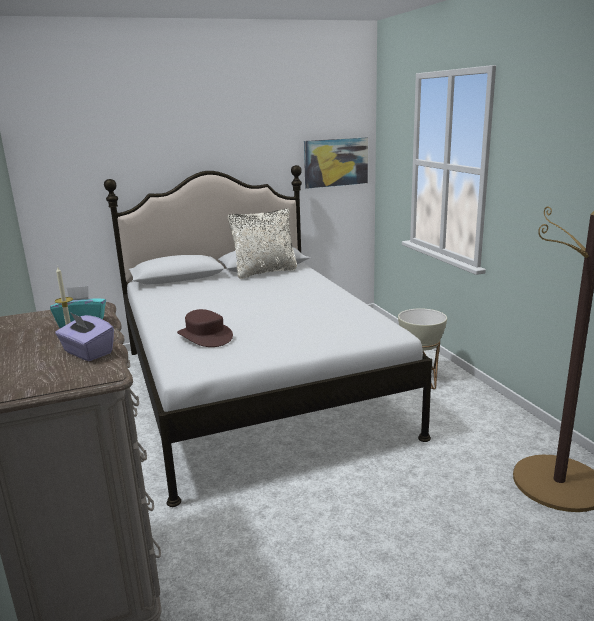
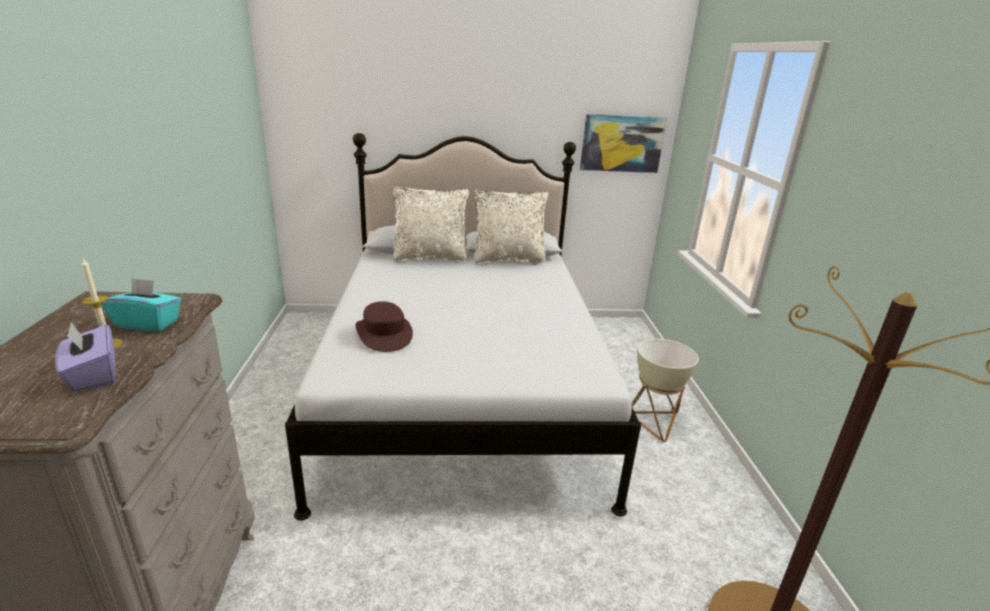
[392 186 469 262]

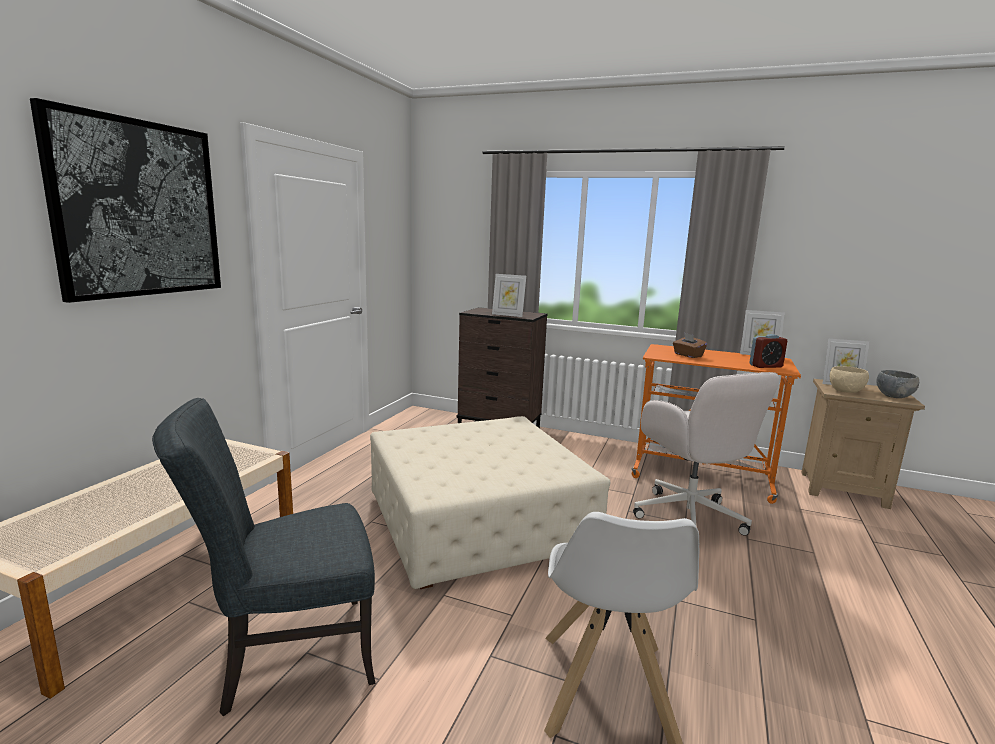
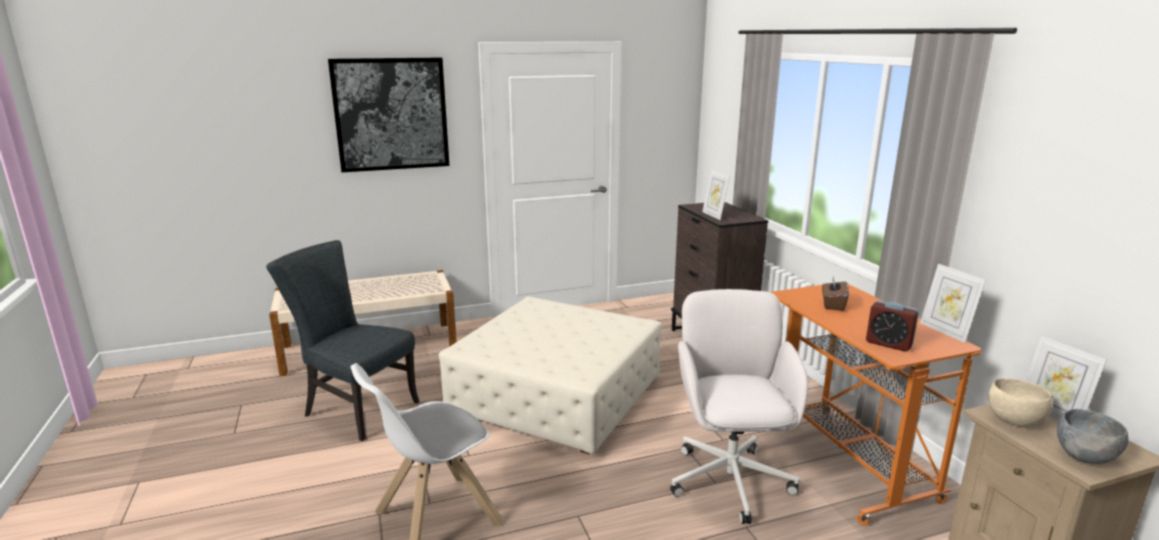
[670 289 809 524]

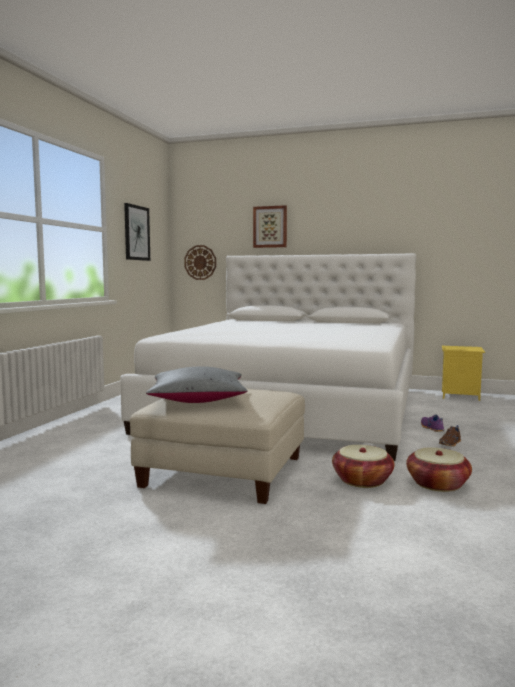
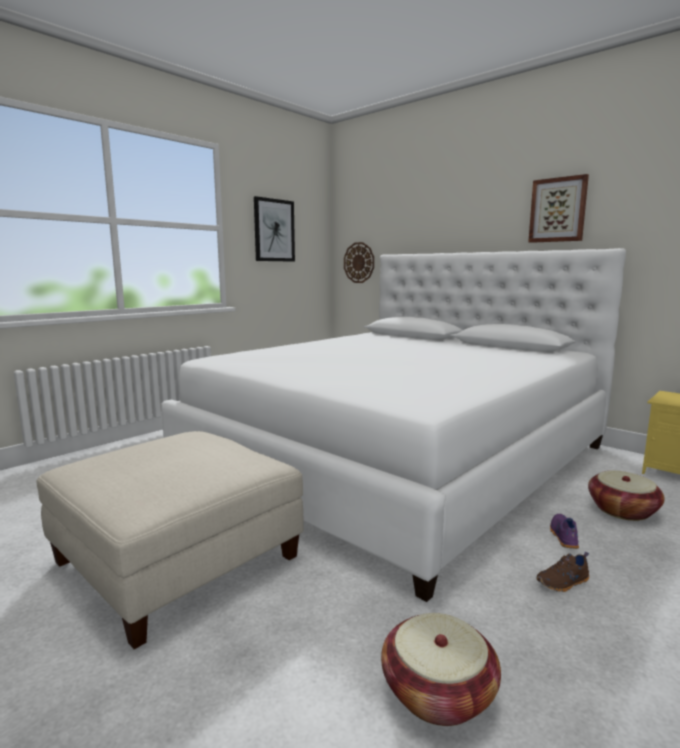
[146 366 248 403] (first image)
[528 174 589 243]
[588 470 665 521]

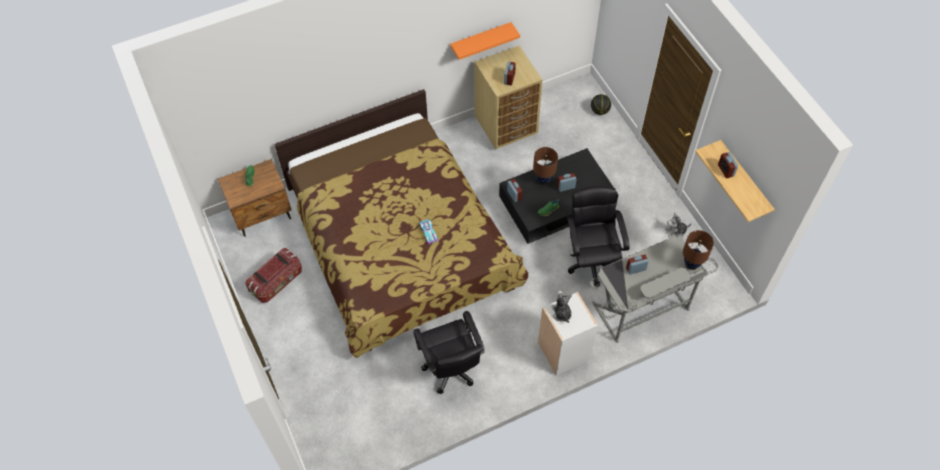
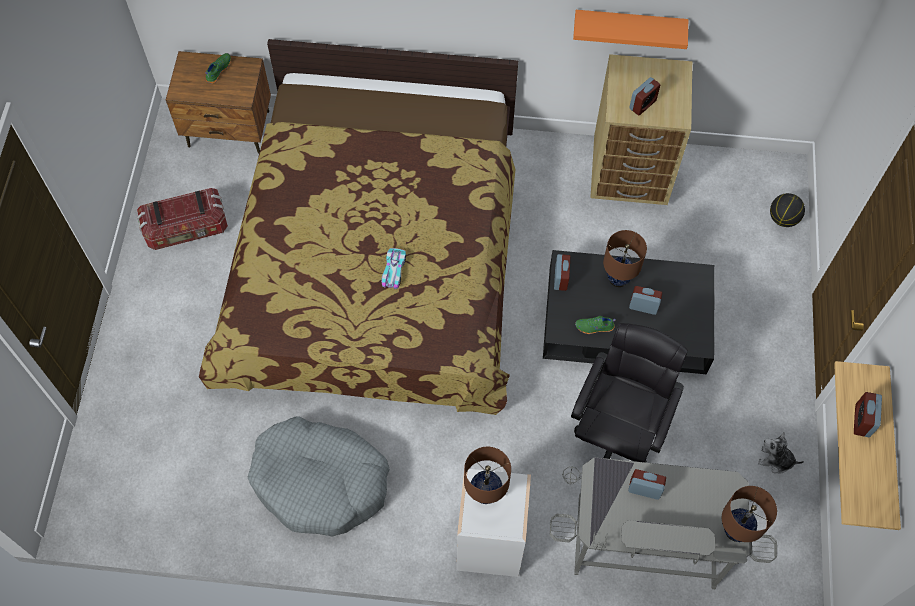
[248 416 390 537]
[464 447 511 504]

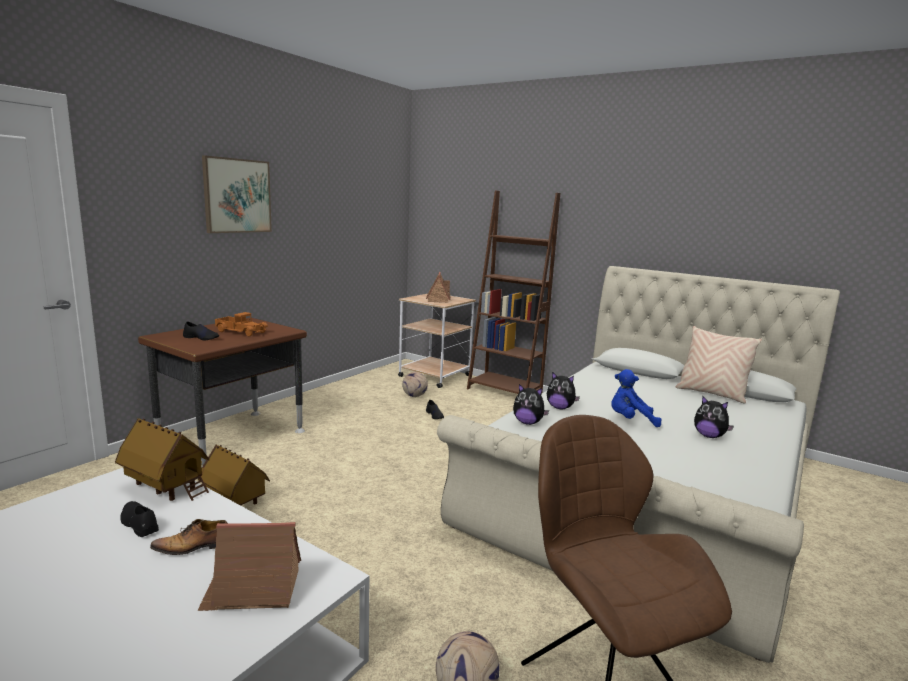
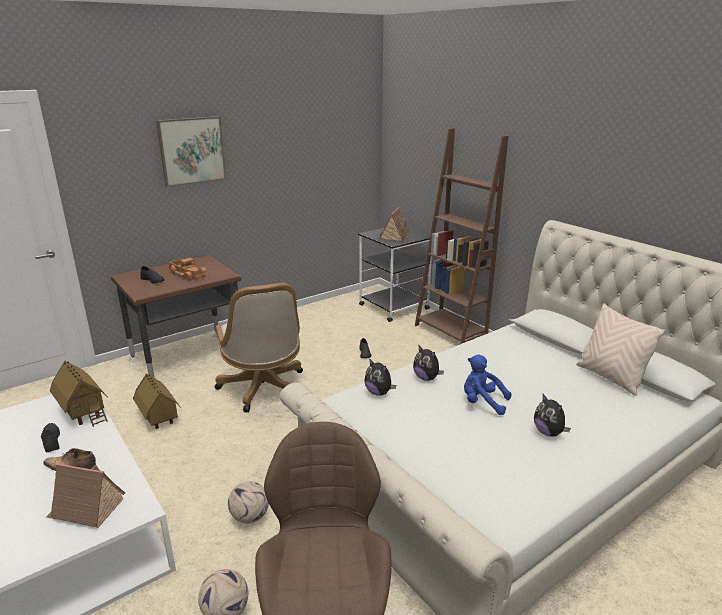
[215 283 303 413]
[228 481 269 524]
[358 228 432 322]

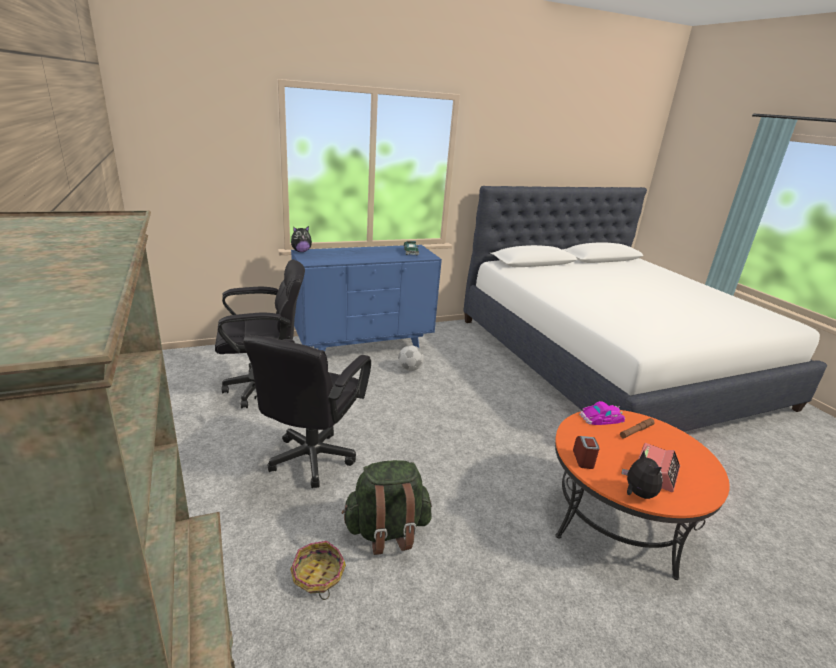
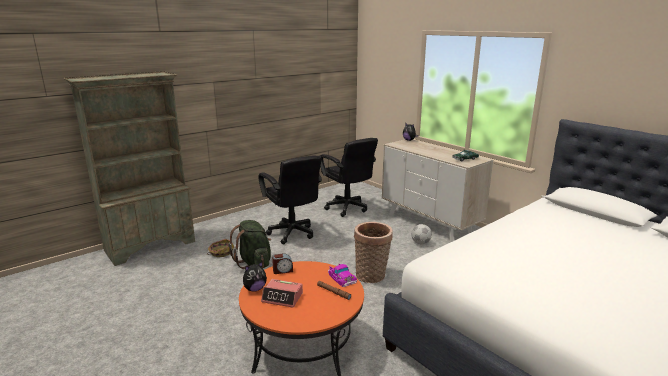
[354 222 393 283]
[382 139 493 242]
[258 155 322 244]

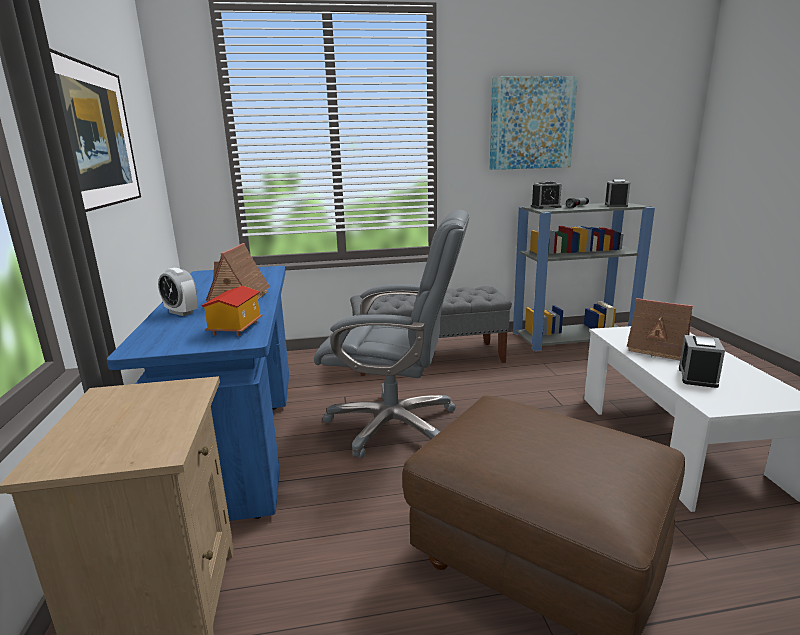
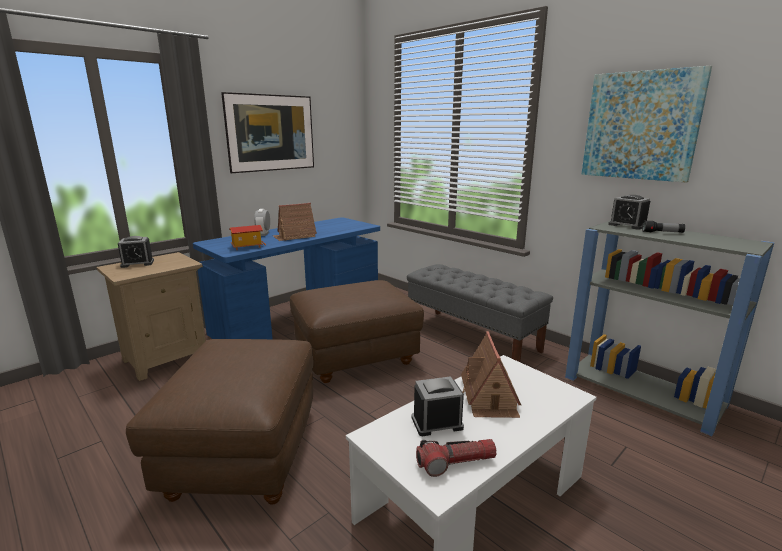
[416 439 497 477]
[118 236 154 268]
[290 280 424 383]

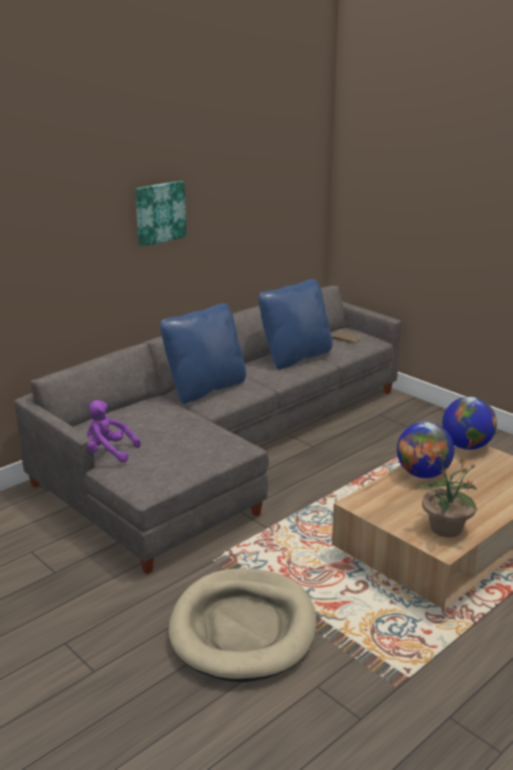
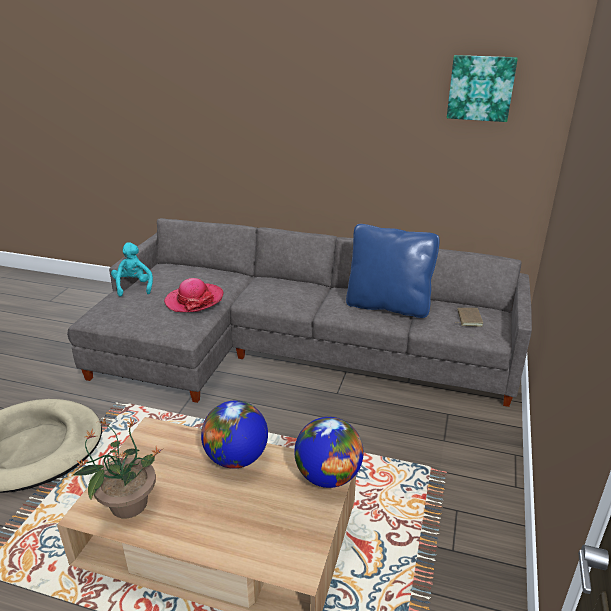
[160 303 246 404] (first image)
[164 278 223 312]
[447 55 518 122]
[111 242 153 297]

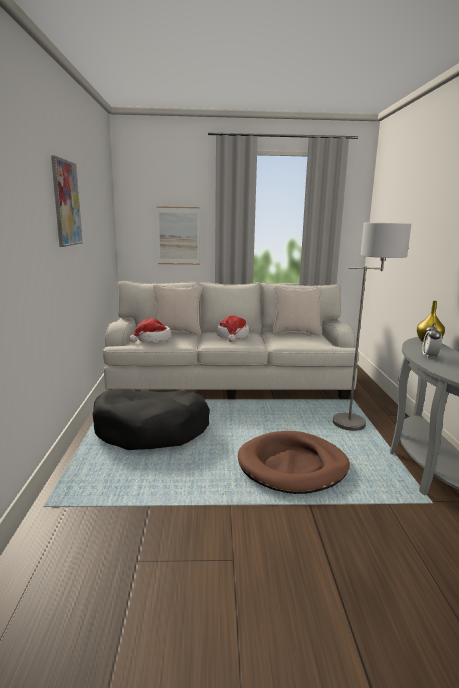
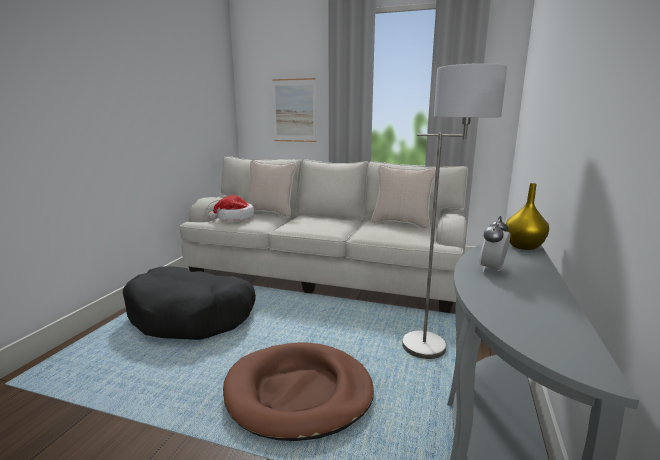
[51 156 83 247] (first image)
[217 316 249 342] (first image)

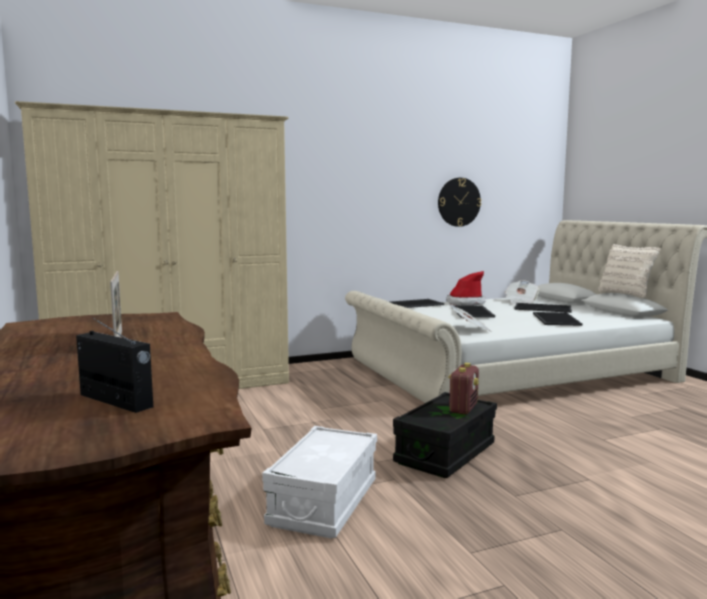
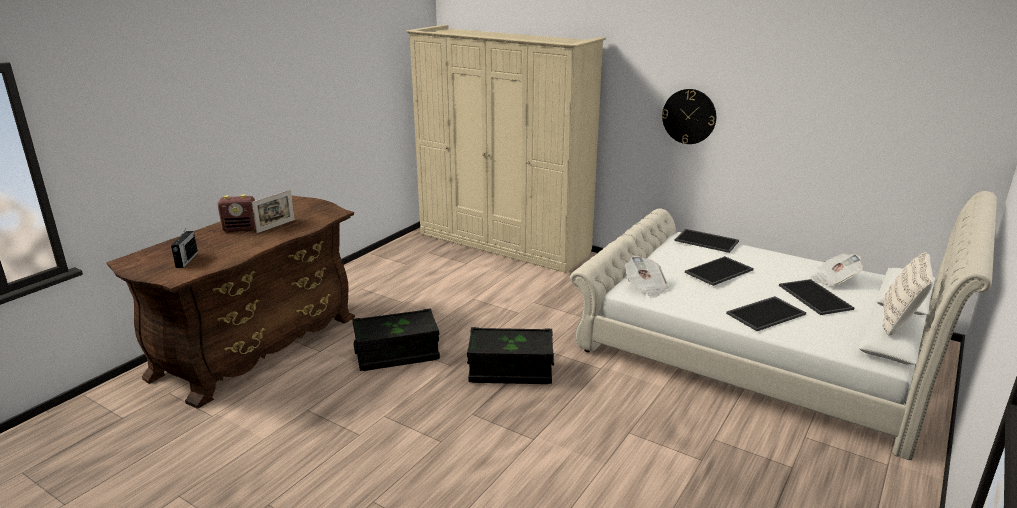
[446 271 486 306] (first image)
[662 89 716 144]
[217 194 256 232]
[352 308 440 371]

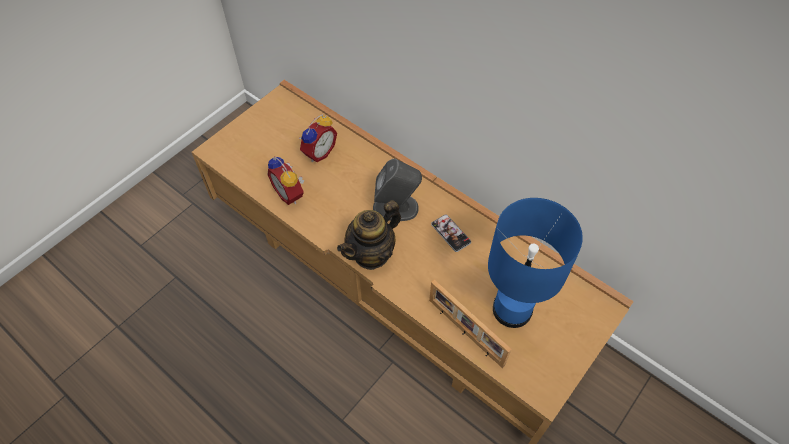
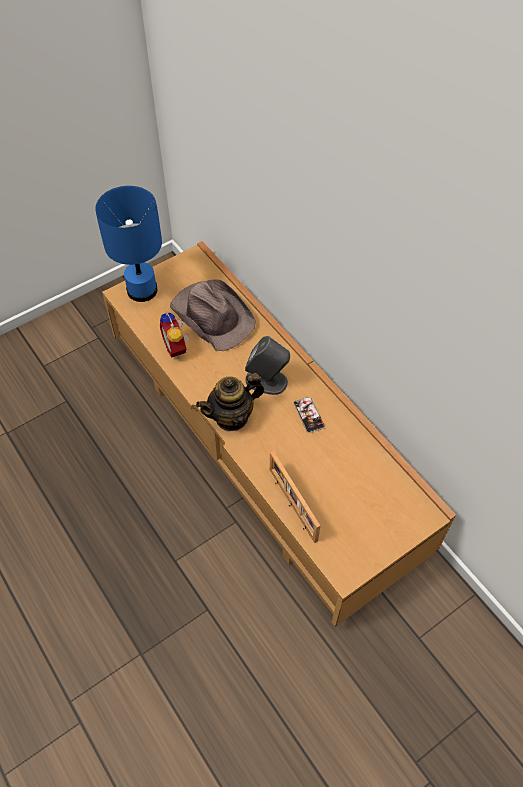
[95 186 162 302]
[170 279 256 351]

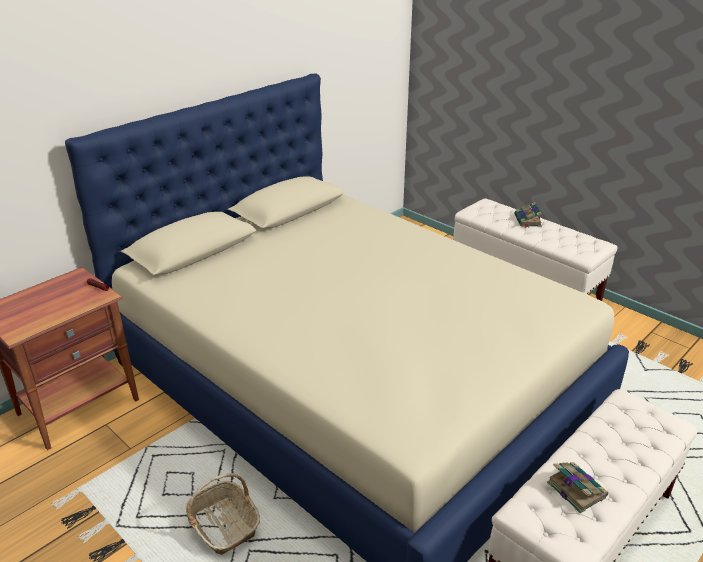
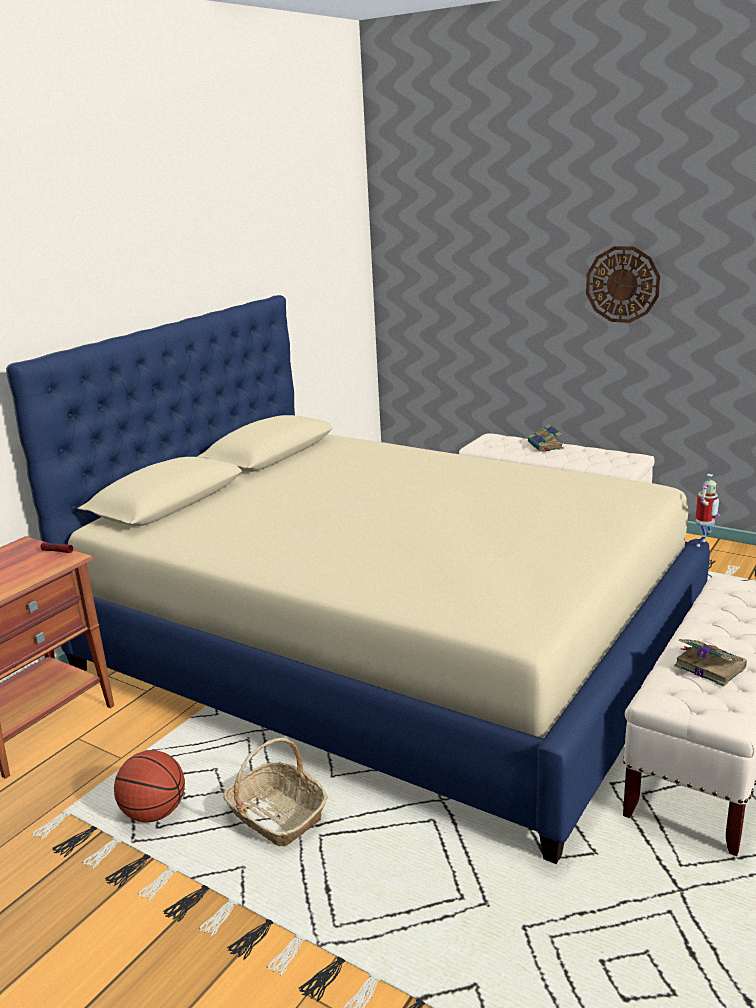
[114 750 185 822]
[586 246 660 323]
[695 474 720 547]

